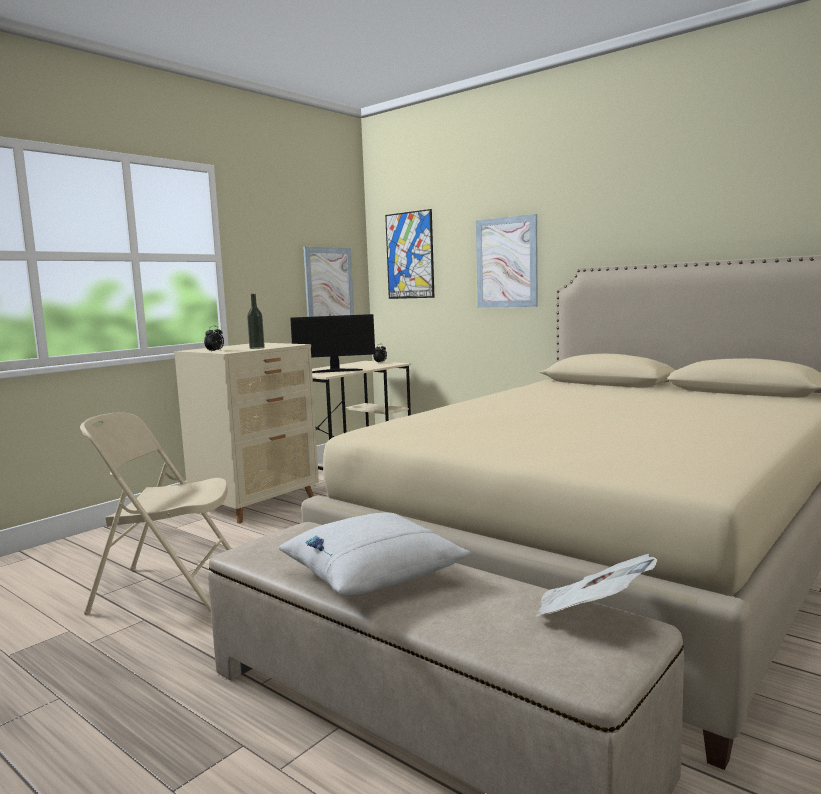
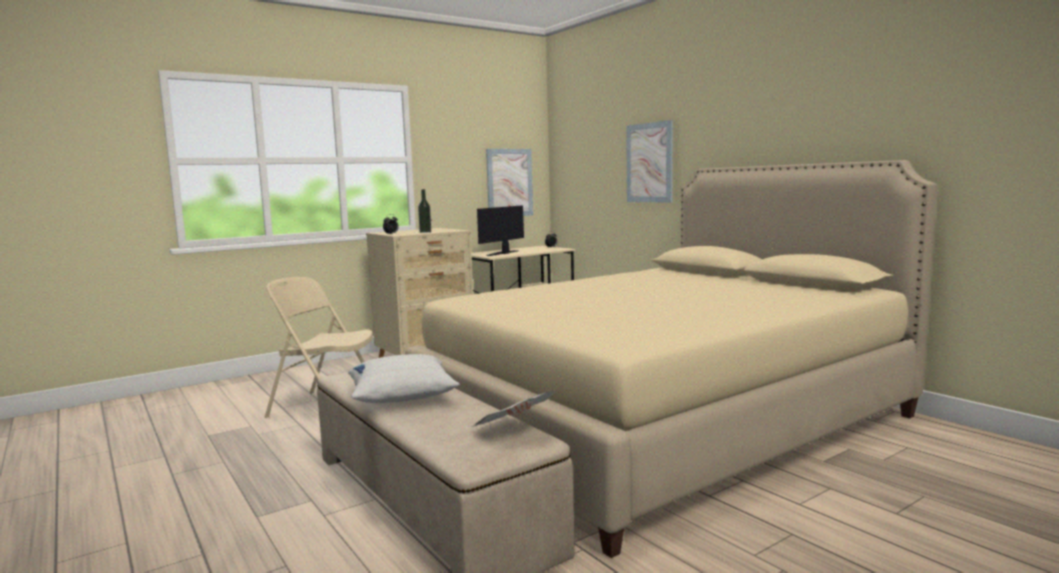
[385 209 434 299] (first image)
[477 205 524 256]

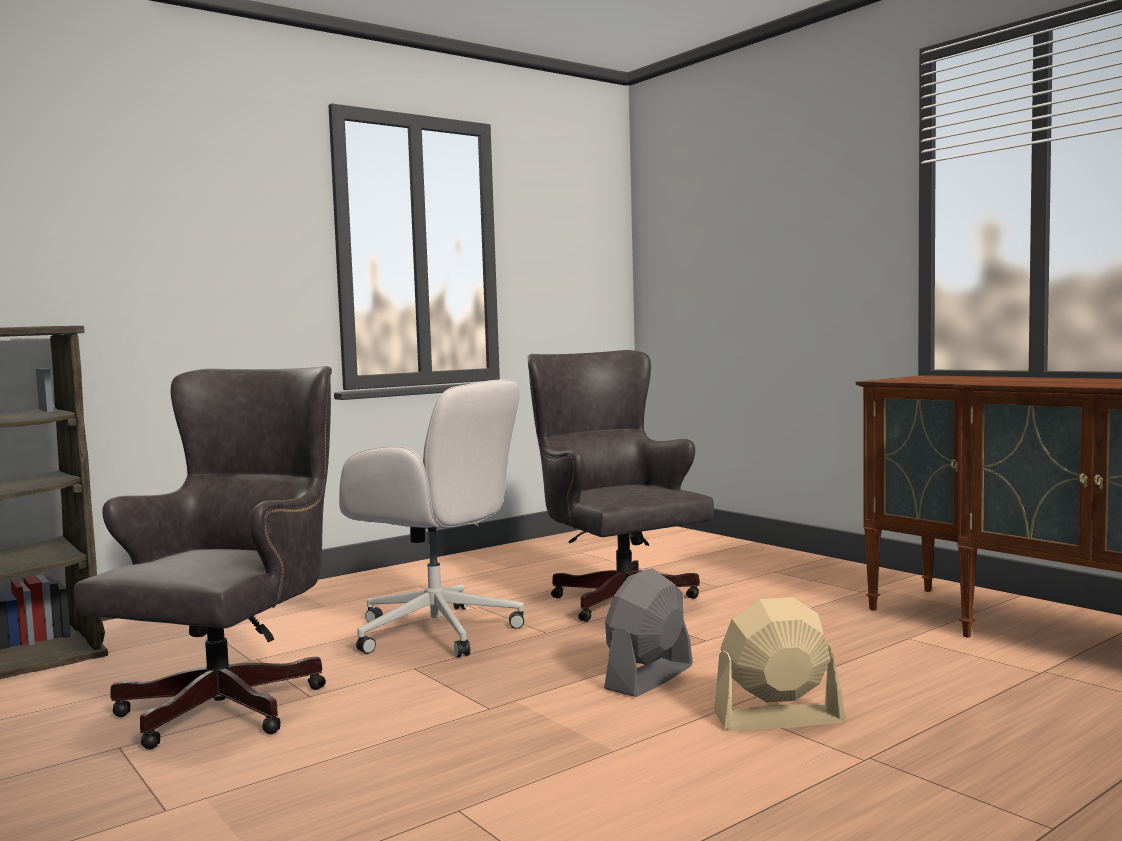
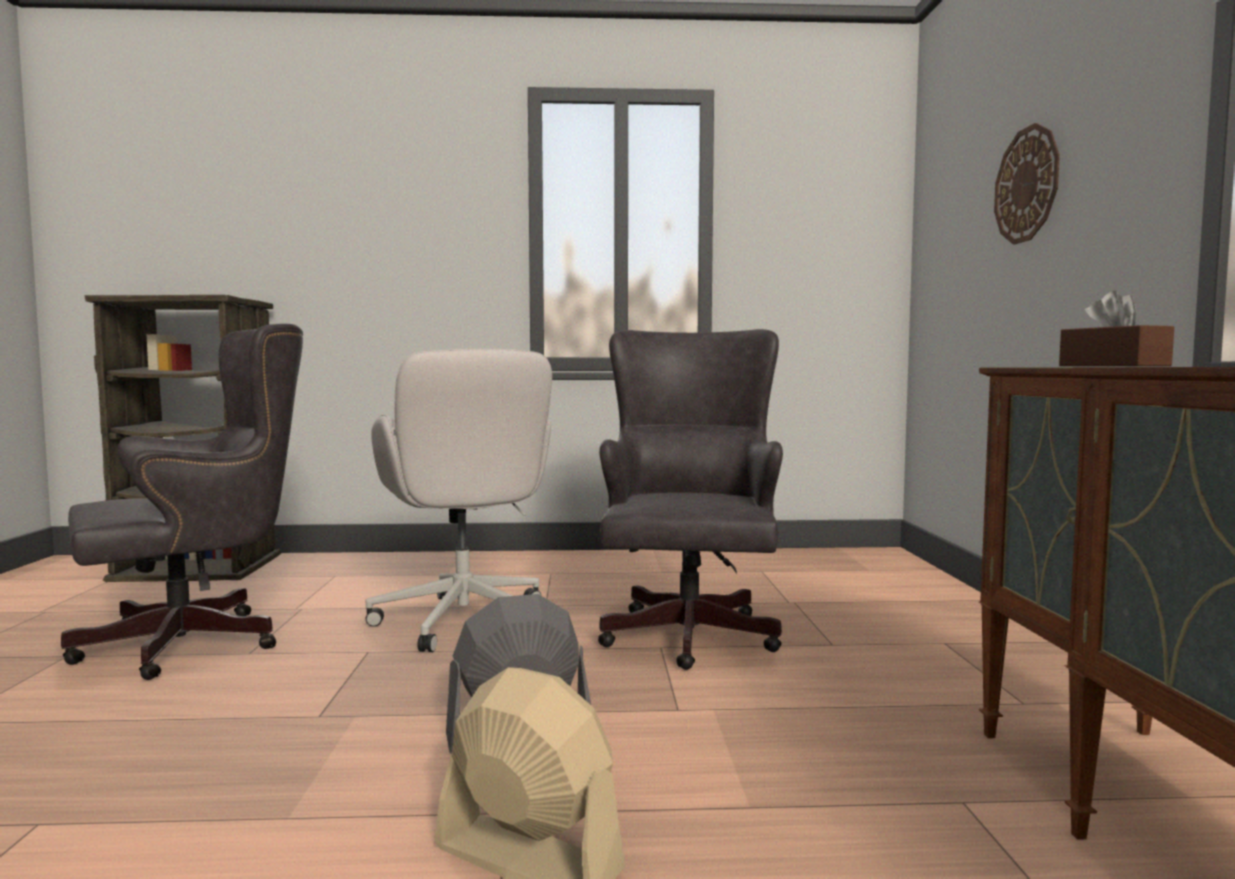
[994 123 1060 244]
[1059 290 1174 366]

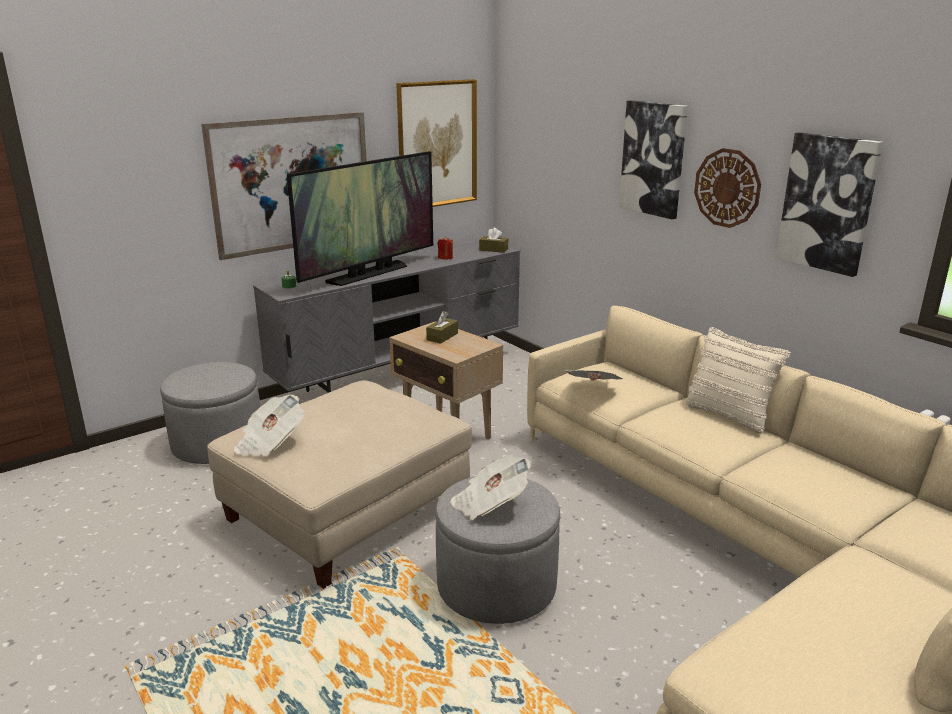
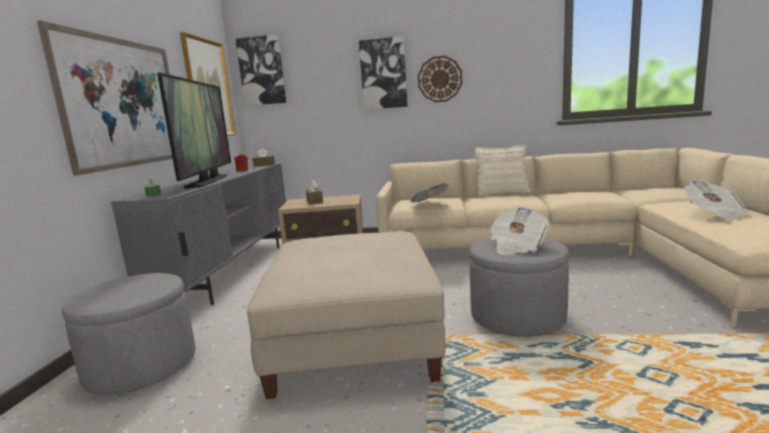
[684 180 749 221]
[236 34 286 106]

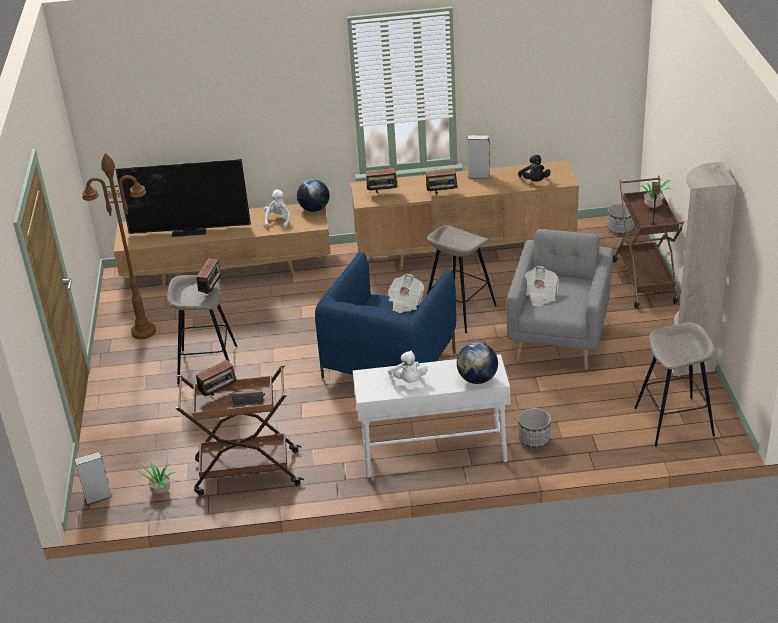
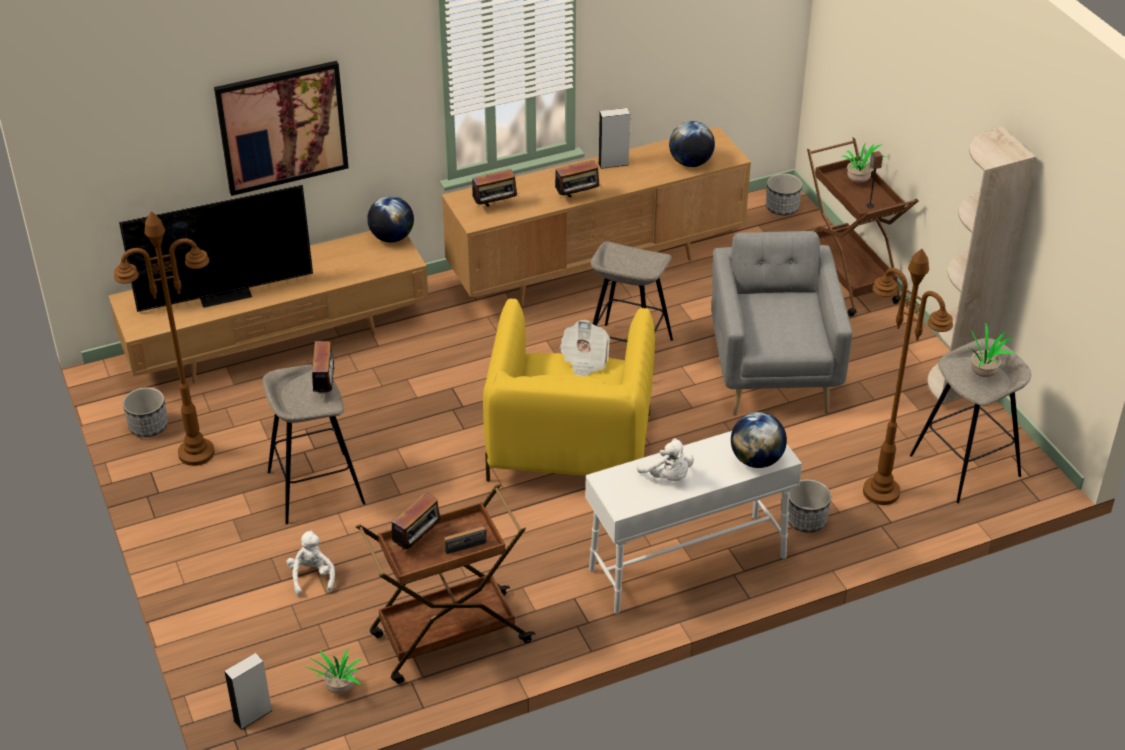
[525 266 559 307] (first image)
[123 387 168 437]
[214 61 349 196]
[863 249 953 505]
[960 323 1015 377]
[286 530 335 595]
[669 121 715 167]
[483 298 655 482]

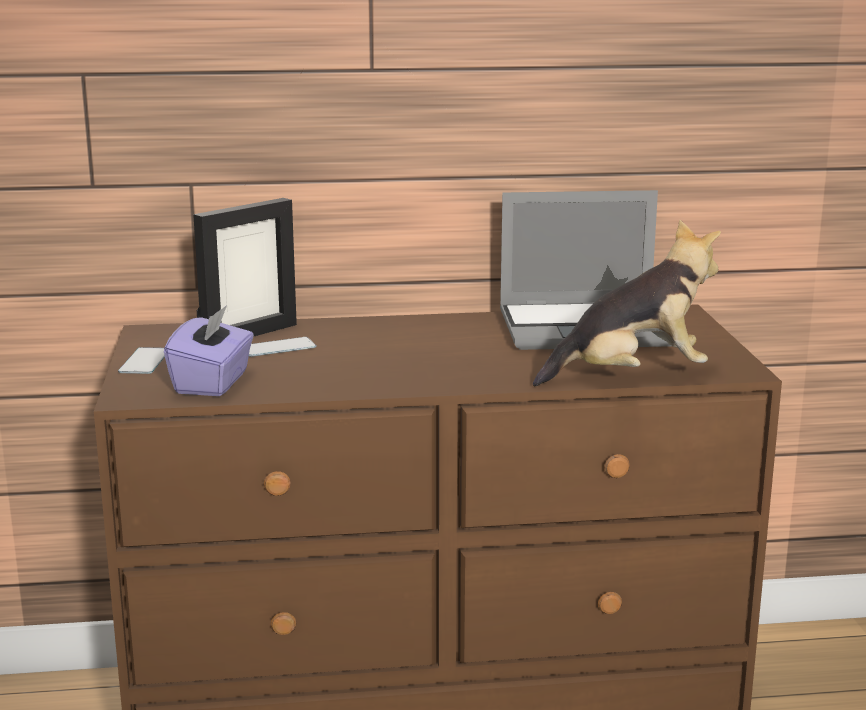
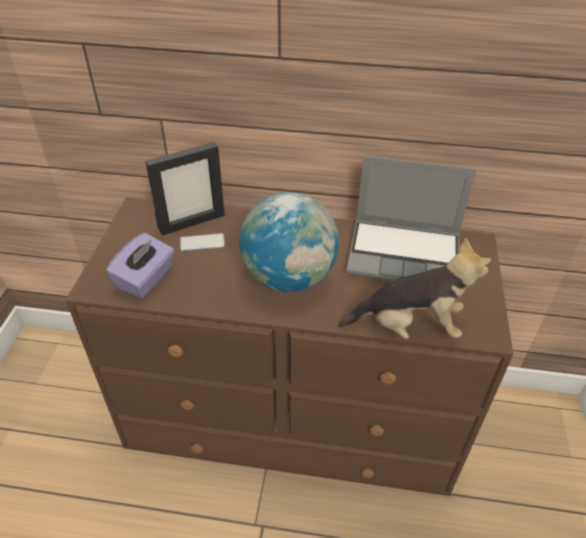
[118 347 165 374] (first image)
[239 192 339 292]

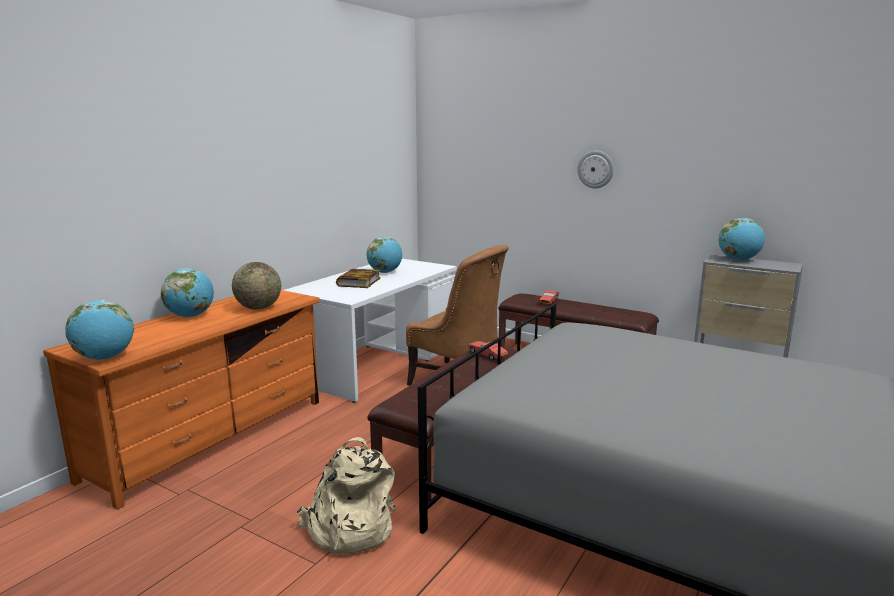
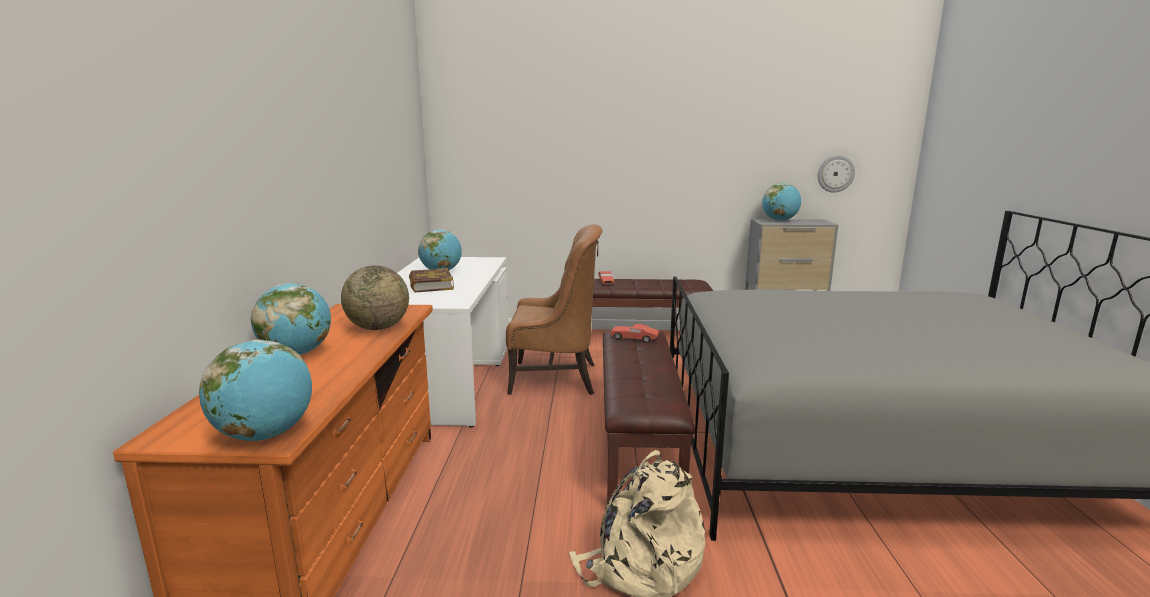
[818 155 855 193]

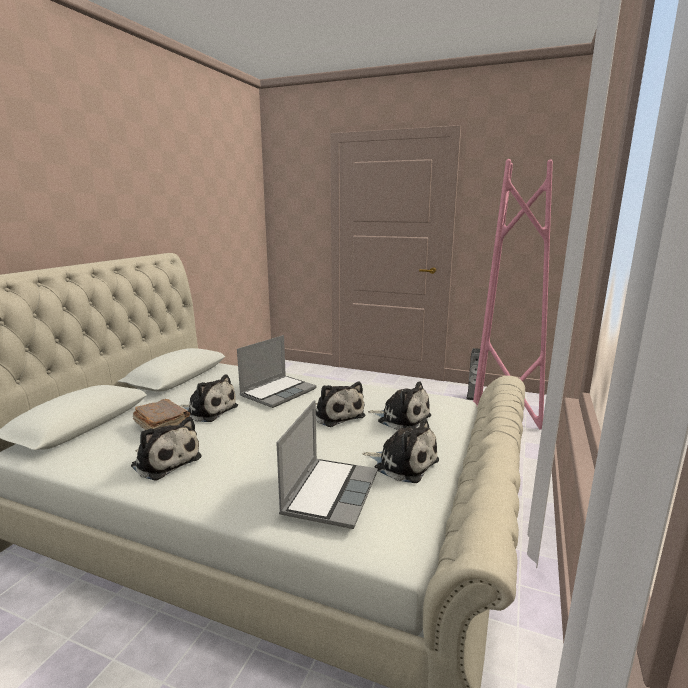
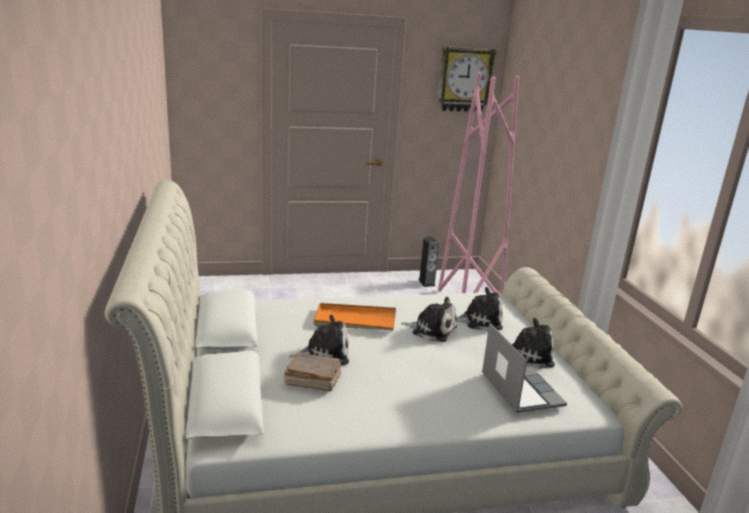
[131 417 202 480] (first image)
[437 46 497 112]
[314 303 396 330]

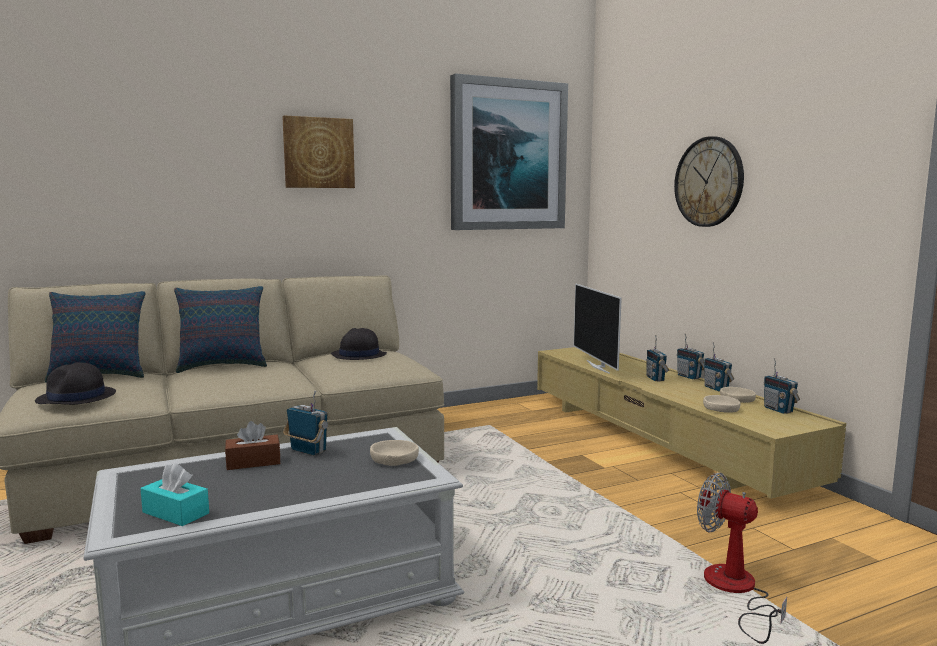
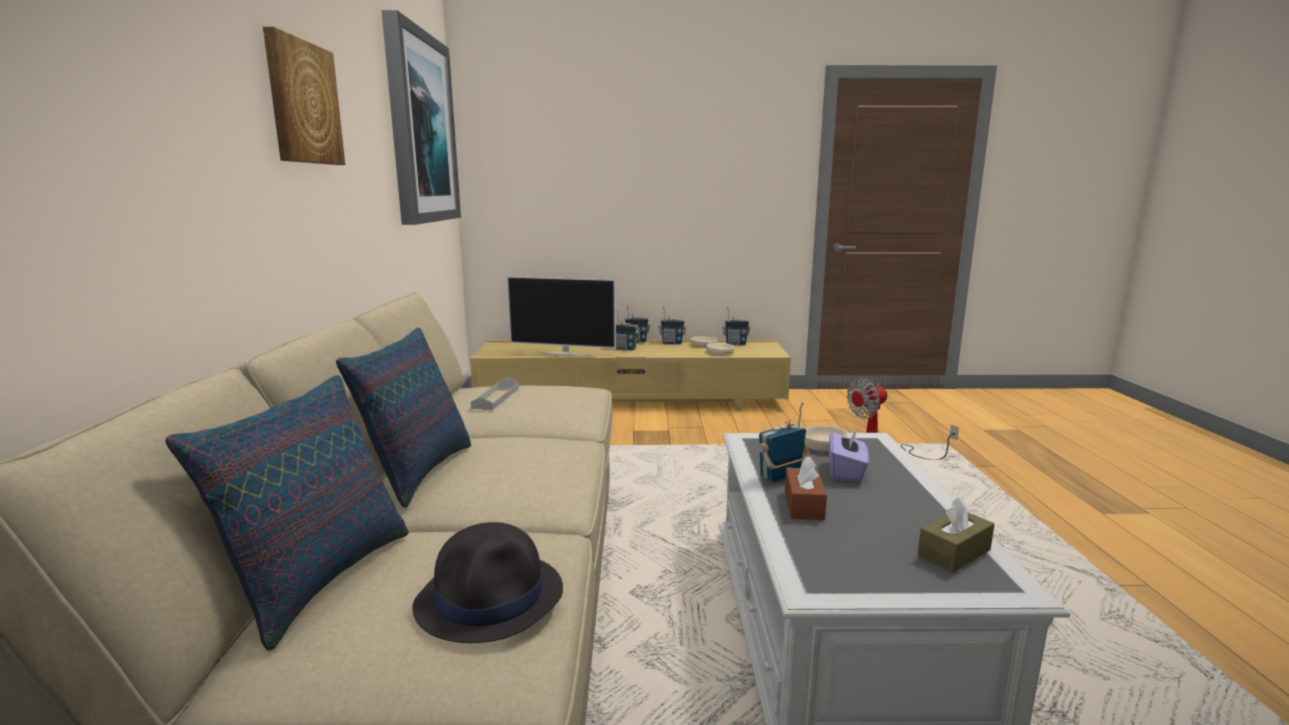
[674 136 744 227] (first image)
[829 427 869 482]
[471 377 519 410]
[918 497 994 573]

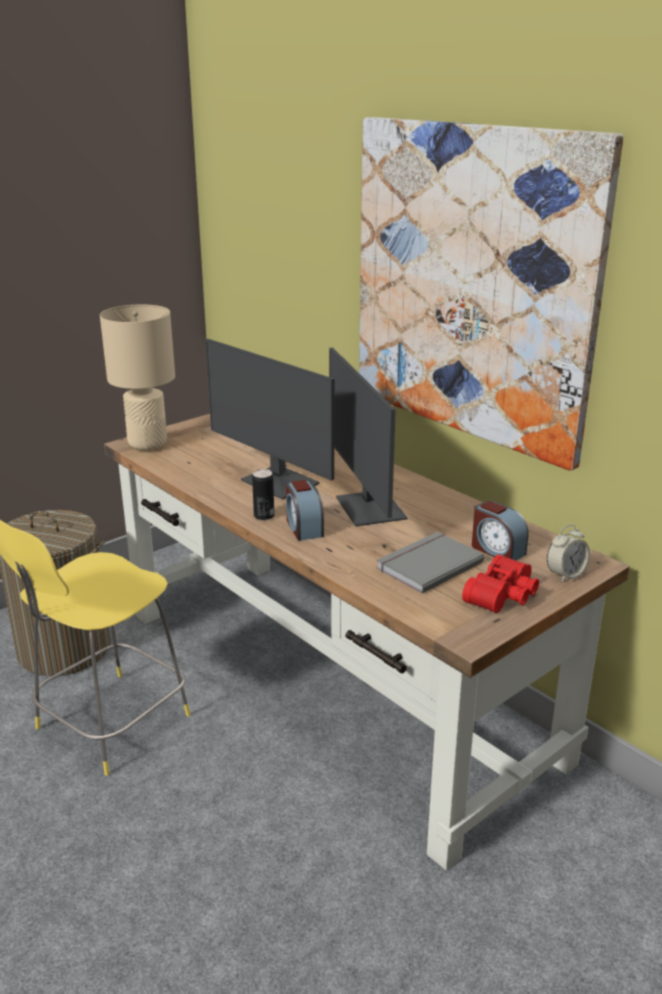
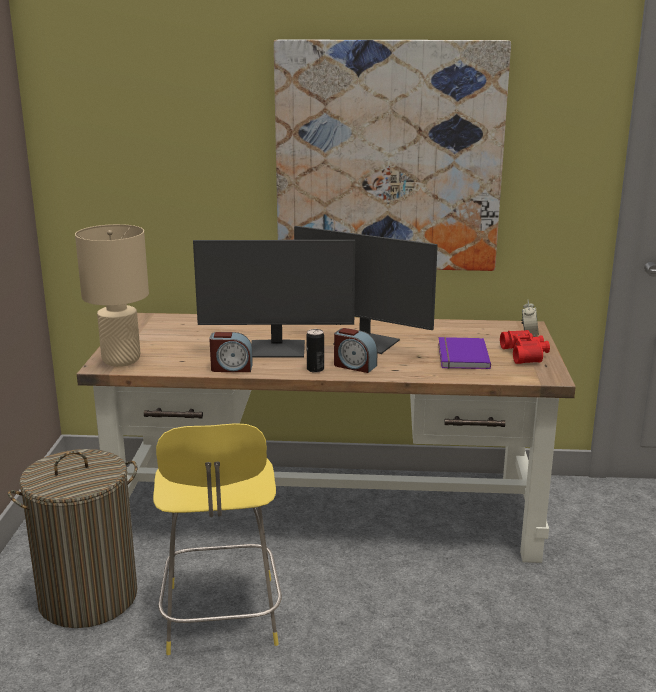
[209 332 253 372]
[438 337 491 369]

